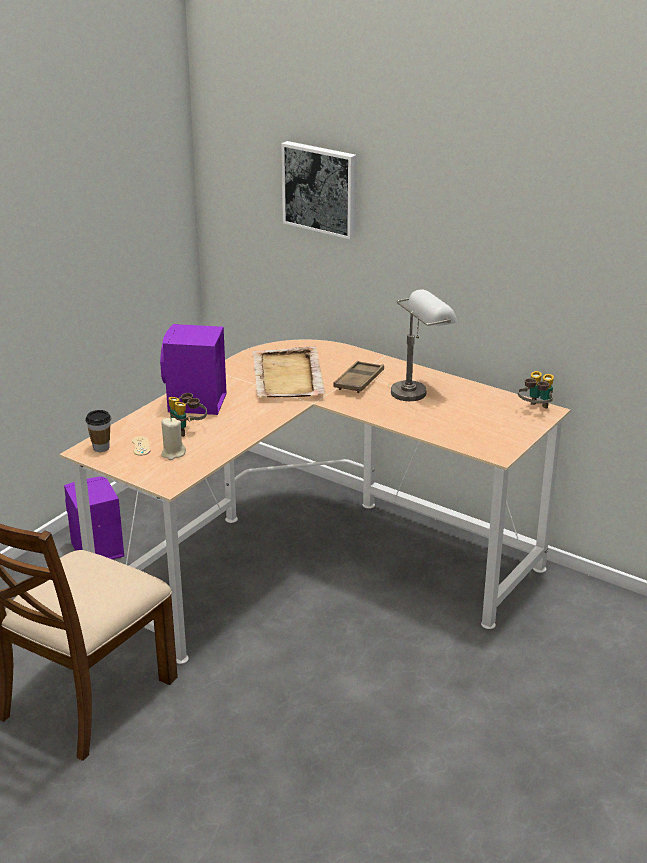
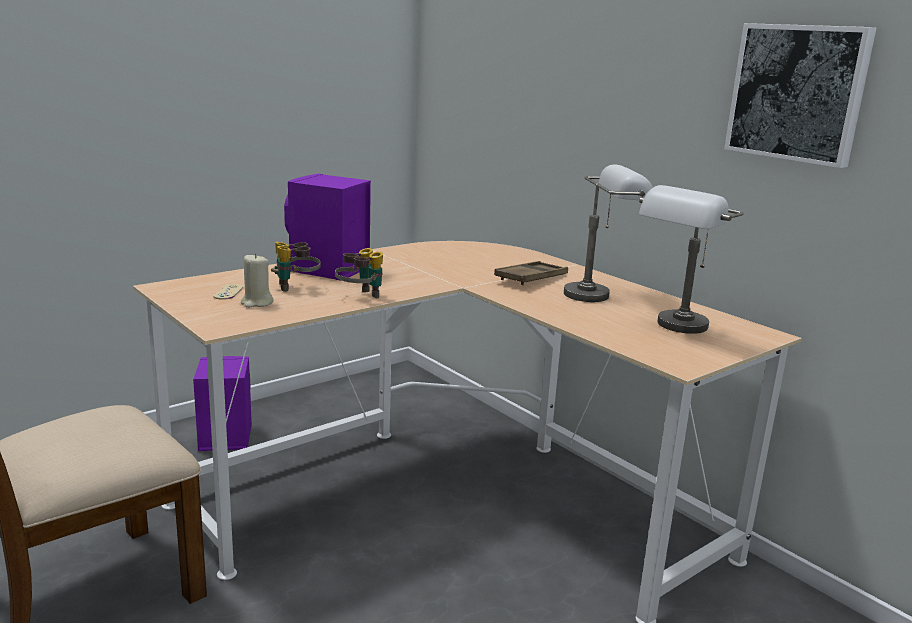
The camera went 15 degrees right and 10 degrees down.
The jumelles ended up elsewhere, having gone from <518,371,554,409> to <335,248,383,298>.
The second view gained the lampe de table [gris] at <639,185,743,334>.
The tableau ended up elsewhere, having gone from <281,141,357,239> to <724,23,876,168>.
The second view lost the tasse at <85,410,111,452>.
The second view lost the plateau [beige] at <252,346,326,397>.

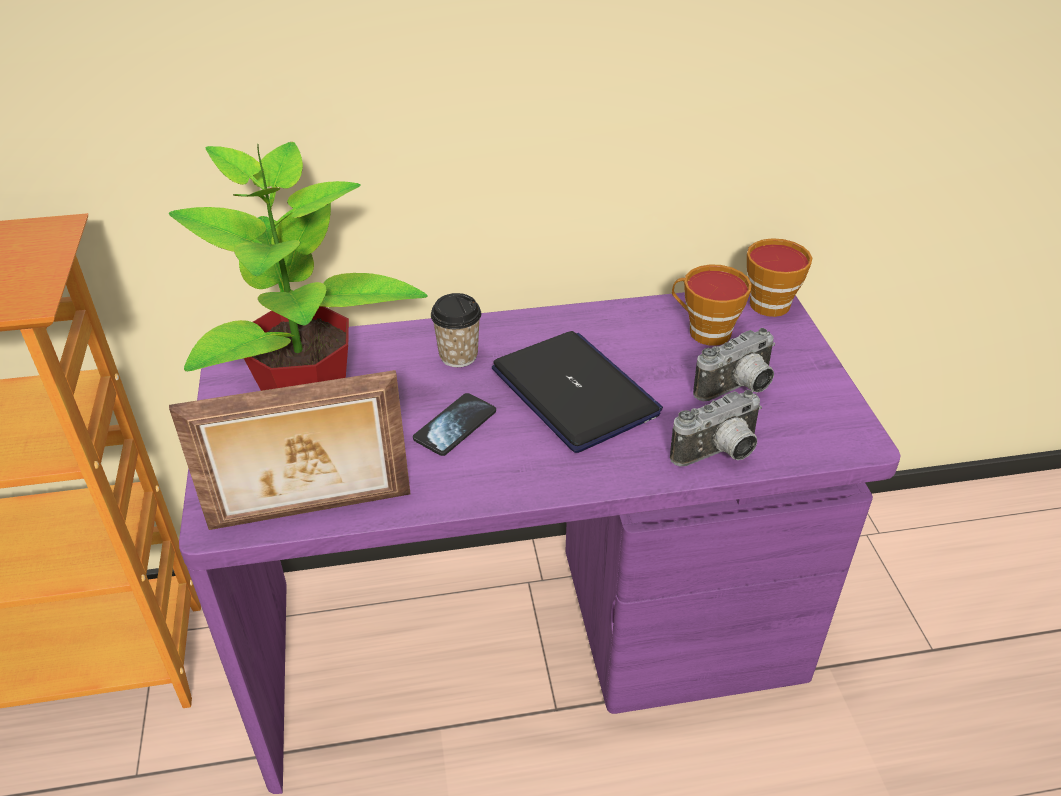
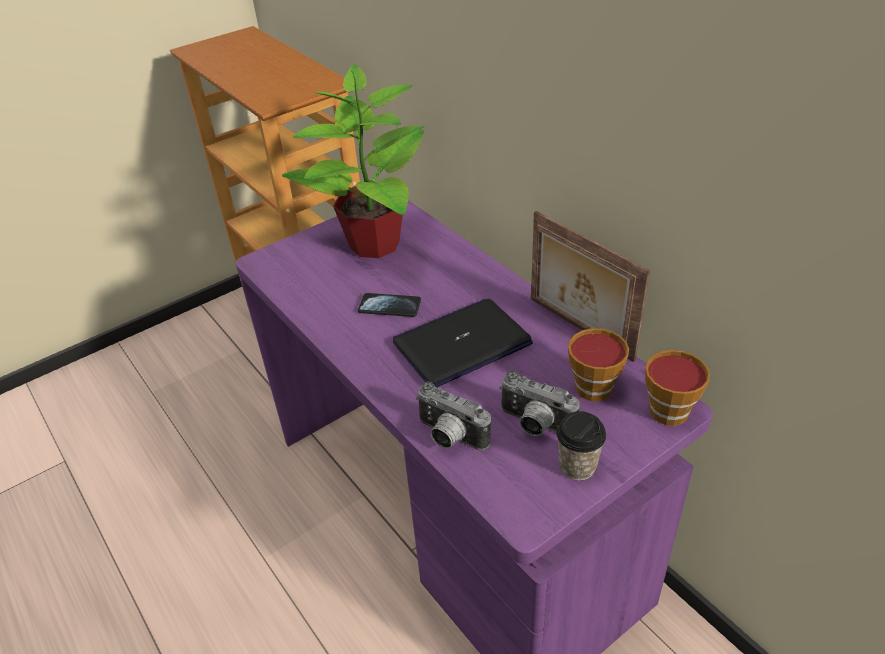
The camera went 65 degrees right and 0 degrees up.
The ordinateur portable at <492,331,663,453> ended up facing another way, 150 degrees counterclockwise from before.
The cadre photo ended up elsewhere, having gone from <169,370,410,530> to <531,211,650,362>.
The tasse ended up elsewhere, having gone from <431,293,481,367> to <556,411,606,481>.

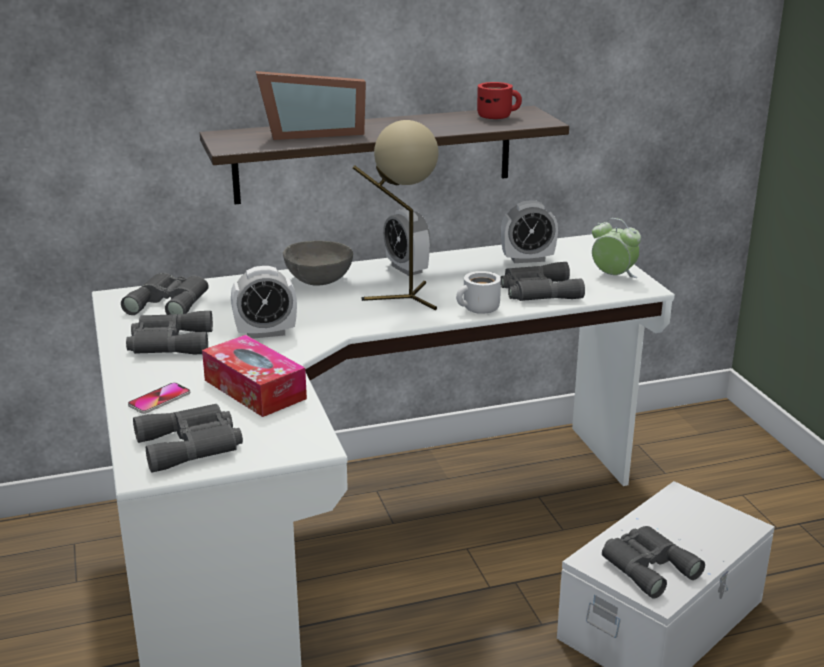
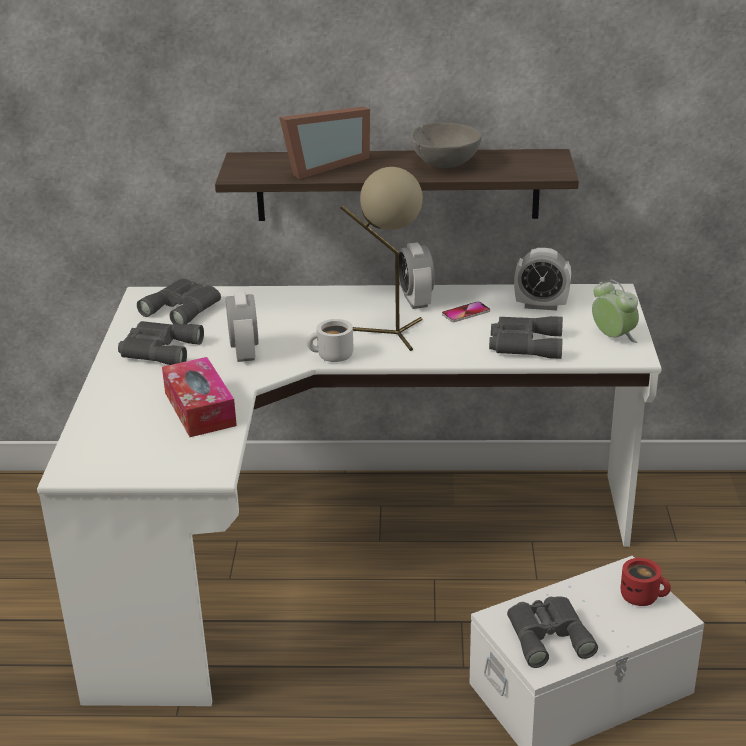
The camera went 20 degrees right and 5 degrees up.
The réveil at <231,266,297,339> ended up facing another way, 105 degrees counterclockwise from before.
The cadre photo at <256,71,366,140> ended up facing another way, 45 degrees counterclockwise from before.
The mug [blanc] ended up elsewhere, having gone from <456,271,501,314> to <307,319,353,362>.
The bol [gris] ended up elsewhere, having gone from <283,241,353,286> to <411,123,482,168>.
The téléphone ended up elsewhere, having gone from <128,382,190,414> to <442,301,490,322>.
The mug [rouge] ended up elsewhere, having gone from <477,82,522,119> to <621,558,671,606>.
The second view lost the jumelles [gris] at <133,404,243,473>.

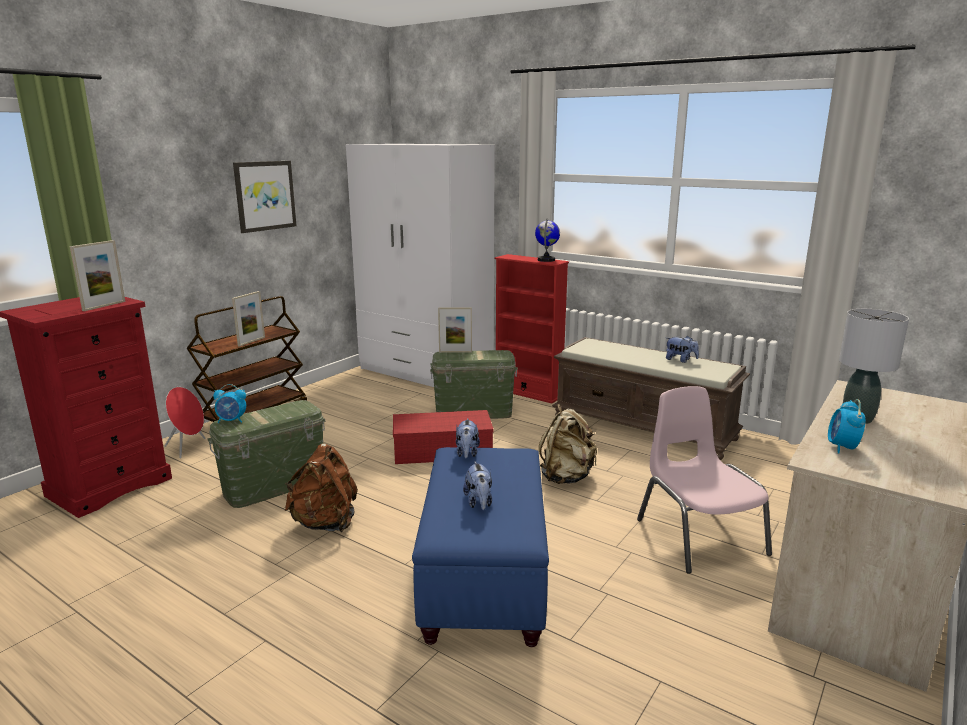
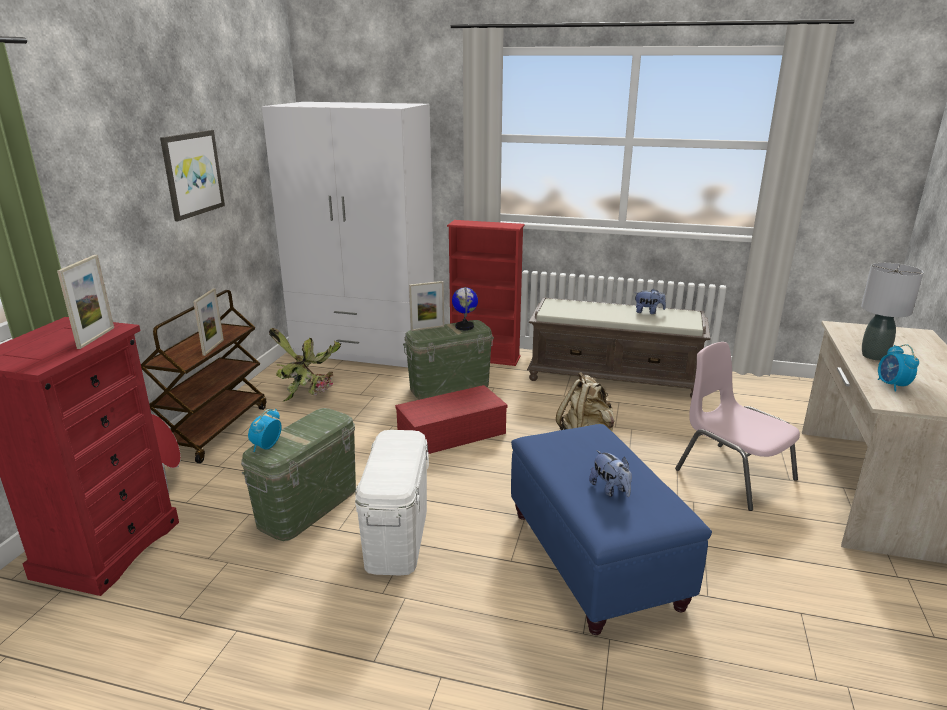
The camera went 20 degrees left and 5 degrees up.
The réveil at <213,384,246,423> ended up facing another way, 135 degrees clockwise from before.
The second view gained the plante en pot at <269,328,341,402>.
Where the sac à dos [marron] stood at <285,444,358,532>, the boîte de rangement [blanc] came to stand at <355,430,429,575>.
The globe ended up elsewhere, having gone from <535,218,560,262> to <452,287,478,330>.
The second view lost the peluche at <456,419,480,458>.

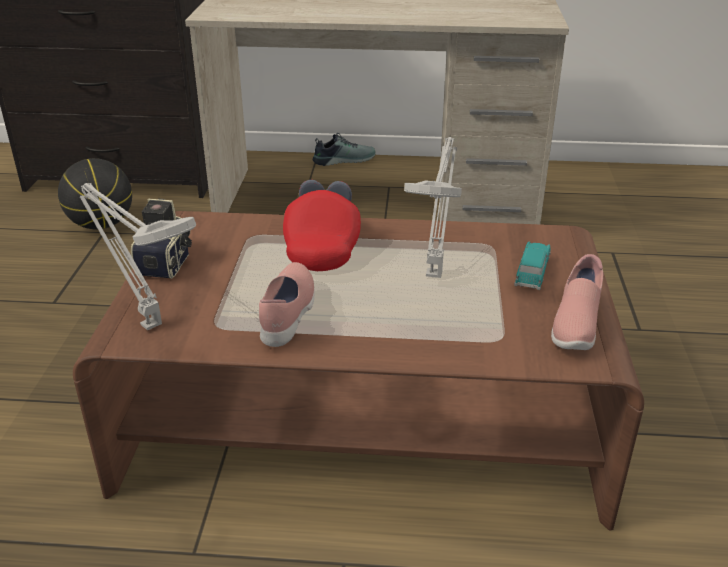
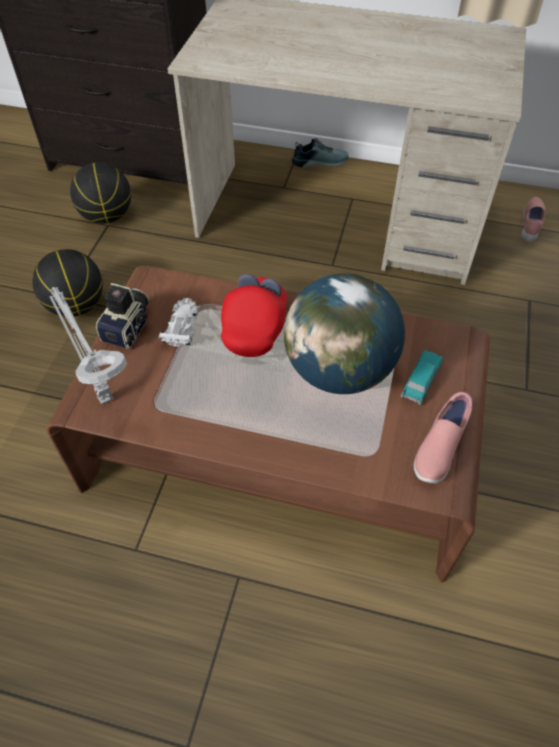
The camera went 10 degrees right and 20 degrees up.
The second view gained the ballon de basket at <32,249,103,317>.
The second view gained the petite voiture [blanc] at <158,298,200,347>.
Where the lampe de table [gris] stood at <404,137,462,278>, the globe came to stand at <284,273,405,394>.
The chaussure [rose] ended up elsewhere, having gone from <259,262,315,347> to <521,197,546,242>.

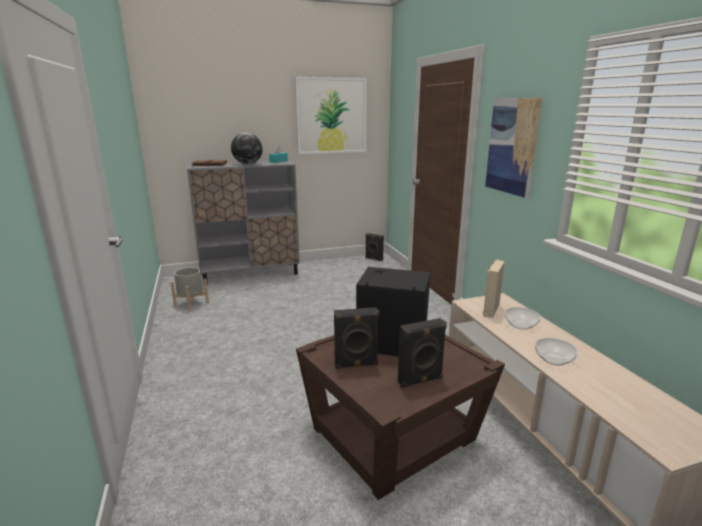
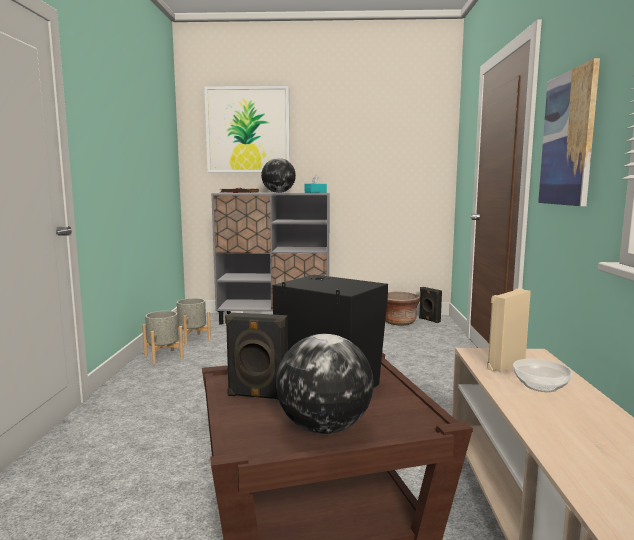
The camera went 20 degrees right and 10 degrees down.
The second view gained the cache-pot [gris] at <142,311,184,364>.
The tableau ended up elsewhere, having gone from <295,77,367,154> to <204,86,290,173>.
Where the enceinte [noir] stood at <398,318,447,388>, the globe came to stand at <276,334,374,434>.
The second view gained the cache-pot [marron] at <385,292,420,325>.
The second view lost the bol at <535,338,578,365>.

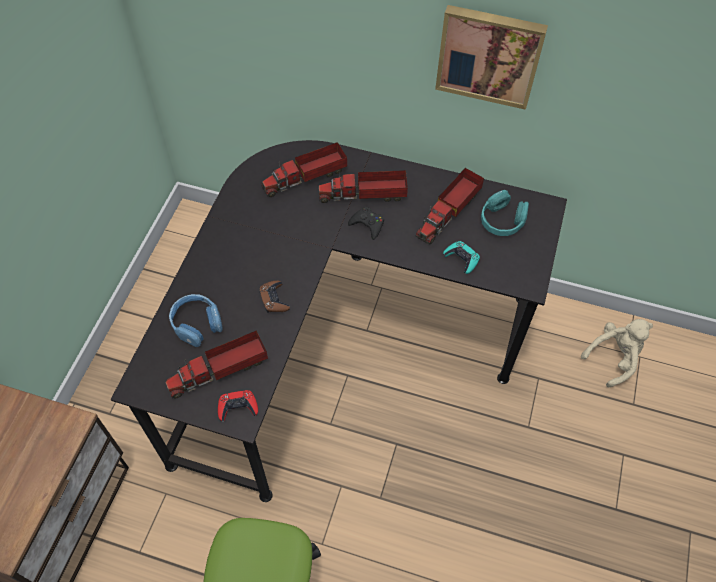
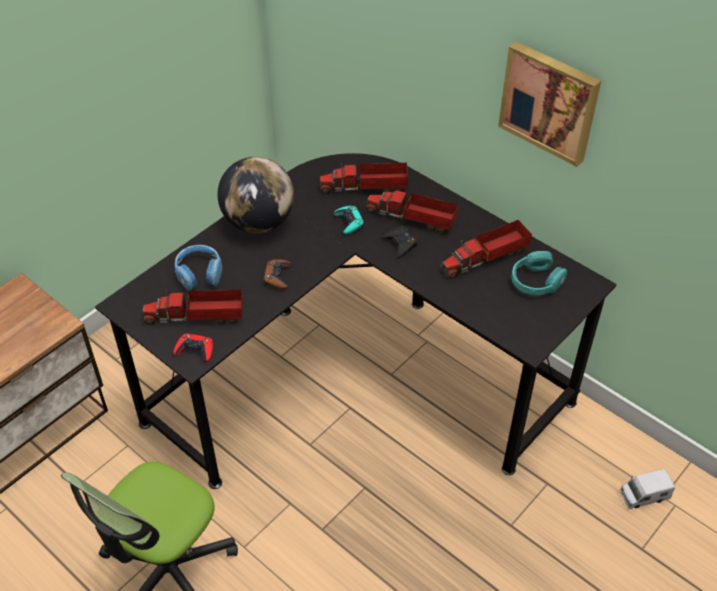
The camera went 25 degrees right and 10 degrees down.
The second view gained the globe at <218,157,294,233>.
The manette [turquoise] ended up elsewhere, having gone from <443,241,480,274> to <334,205,364,235>.
Where the peluche [beige] stood at <581,319,653,387>, the camion jouet came to stand at <620,469,675,509>.

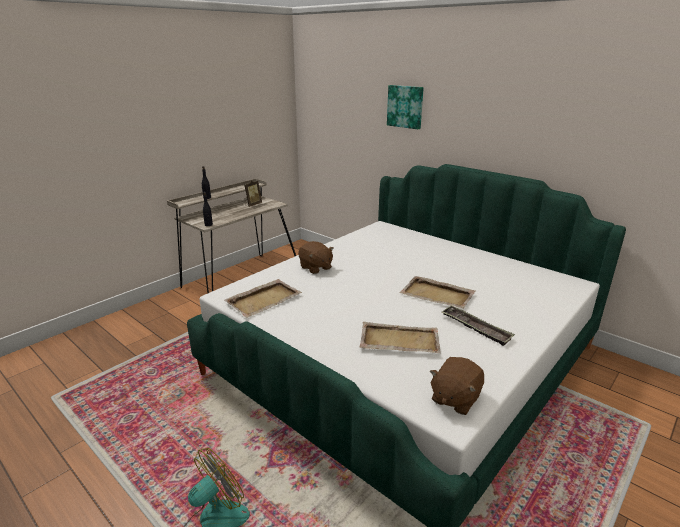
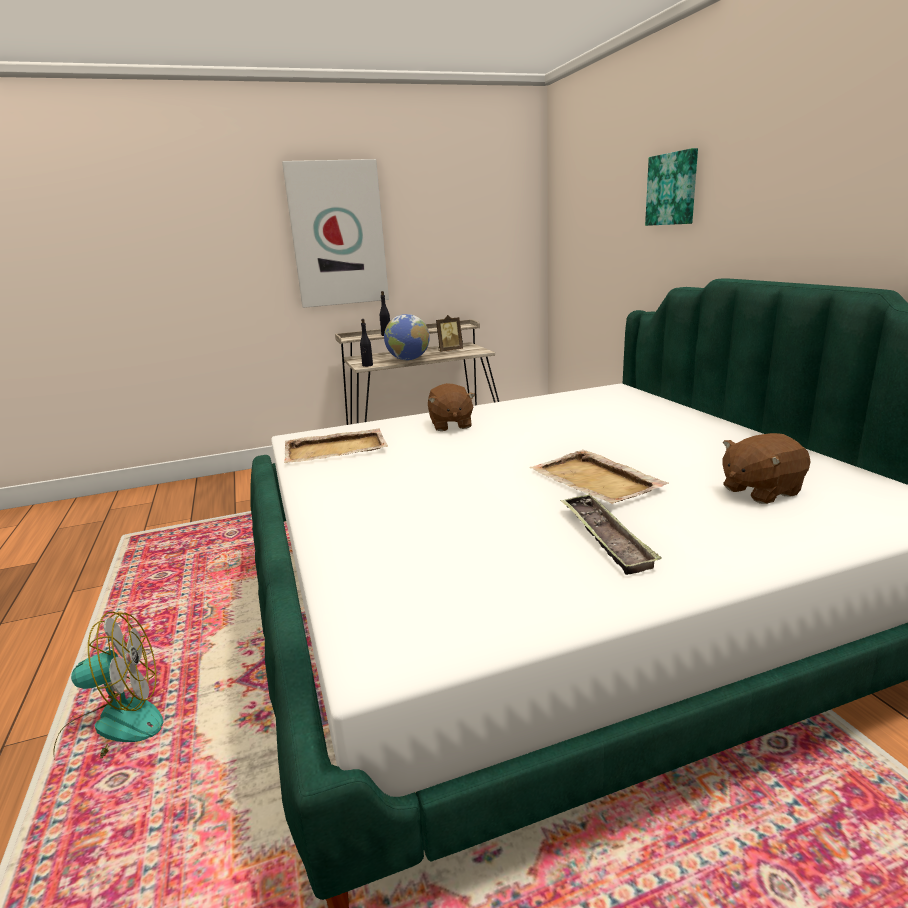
The camera went 30 degrees right and 5 degrees down.
The second view gained the tableau at <282,159,389,308>.
The second view gained the globe at <384,314,430,361>.
The peluche [marron] ended up elsewhere, having gone from <430,357,484,415> to <723,433,810,504>.
The second view lost the plateau [beige] at <360,322,441,353>.

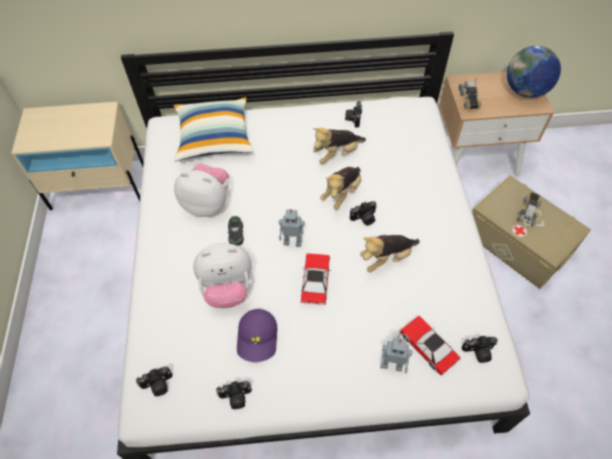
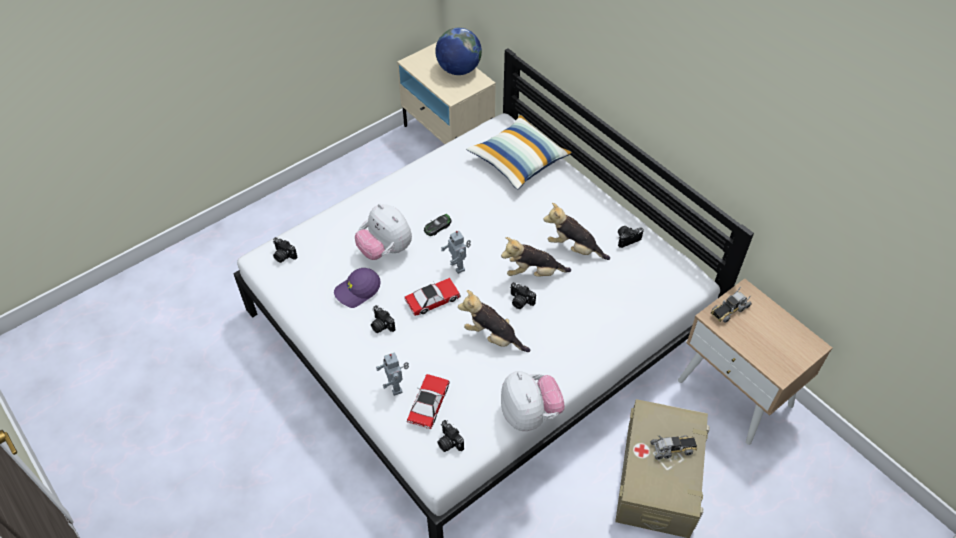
The camera went 55 degrees right and 5 degrees down.
The appareil photo ended up elsewhere, having gone from <216,381,252,409> to <371,305,395,333>.
The globe ended up elsewhere, having gone from <507,46,561,98> to <435,28,482,75>.
The peluche ended up elsewhere, having gone from <174,164,229,217> to <501,371,565,431>.

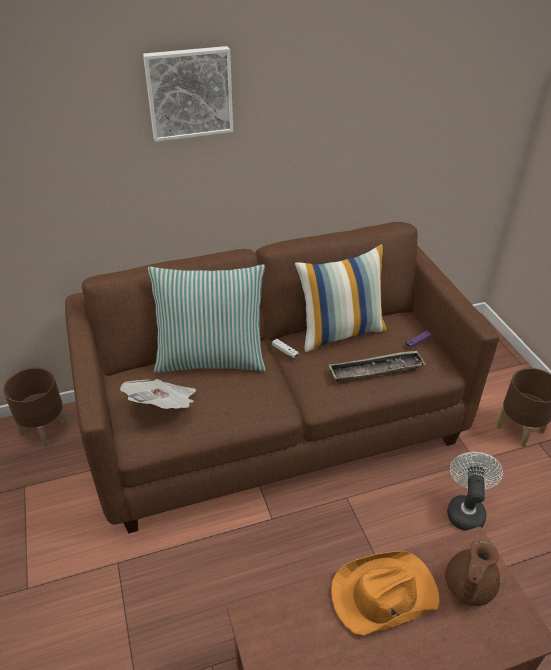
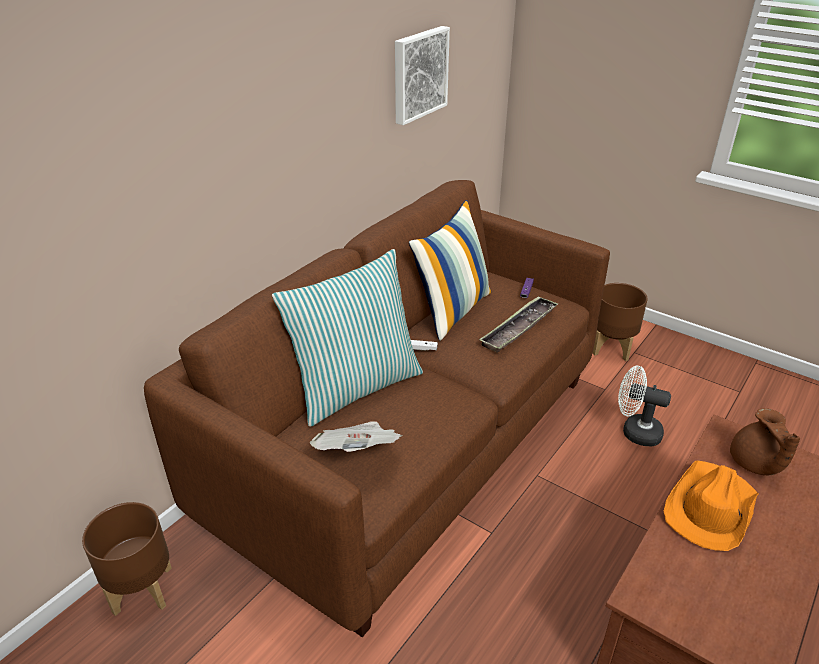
The camera went 35 degrees left and 5 degrees down.
The tableau ended up elsewhere, having gone from <143,46,233,142> to <395,26,450,125>.
The ventilateur [blanc] at <447,452,503,531> ended up facing another way, 45 degrees counterclockwise from before.

